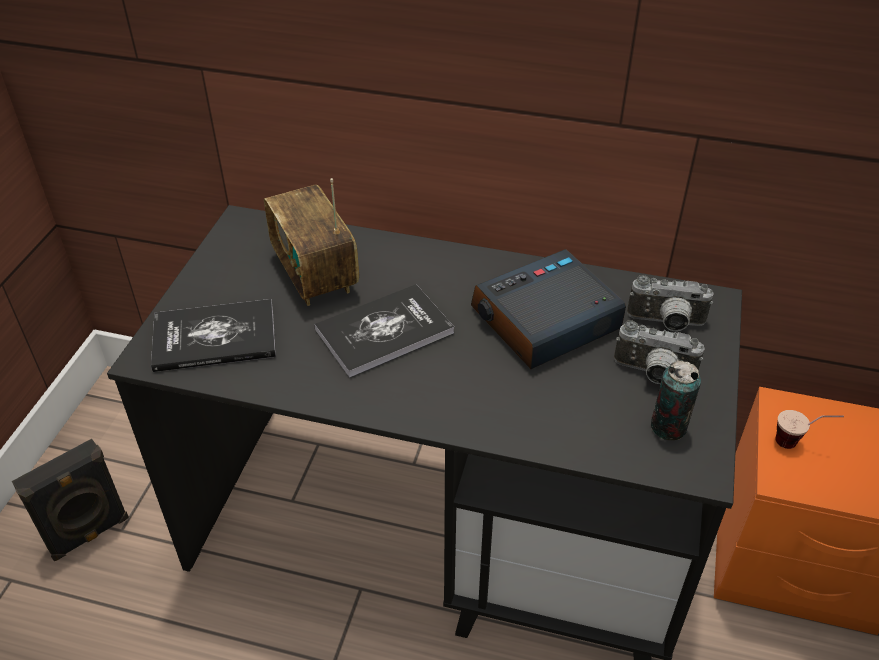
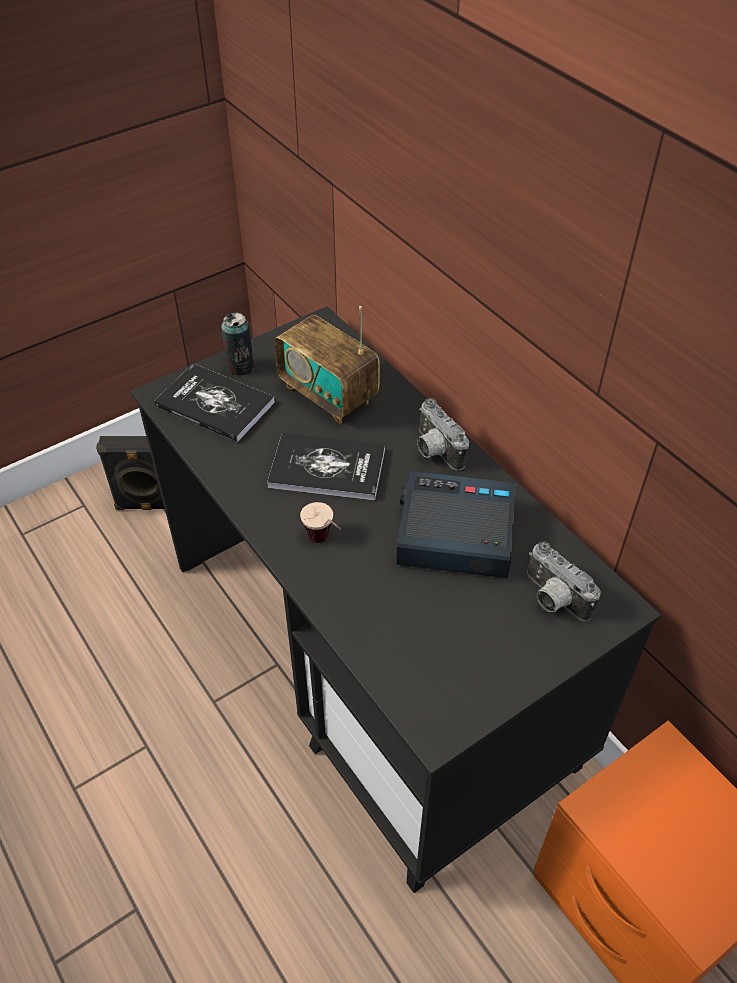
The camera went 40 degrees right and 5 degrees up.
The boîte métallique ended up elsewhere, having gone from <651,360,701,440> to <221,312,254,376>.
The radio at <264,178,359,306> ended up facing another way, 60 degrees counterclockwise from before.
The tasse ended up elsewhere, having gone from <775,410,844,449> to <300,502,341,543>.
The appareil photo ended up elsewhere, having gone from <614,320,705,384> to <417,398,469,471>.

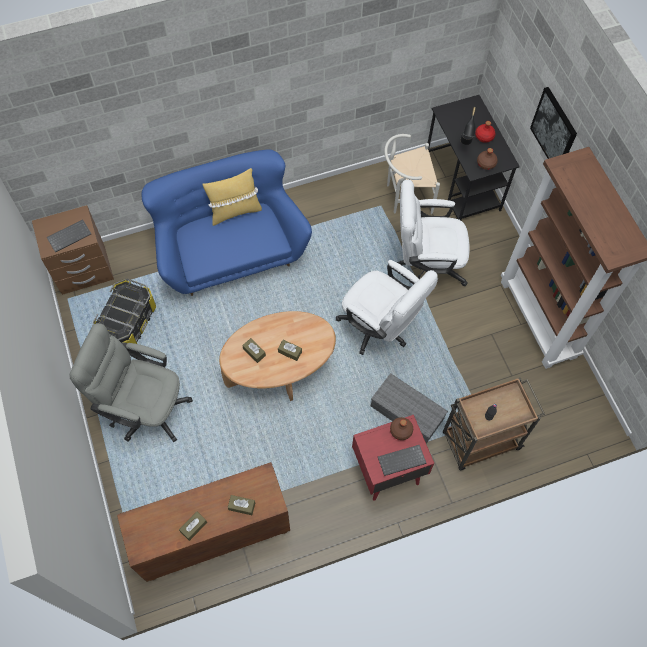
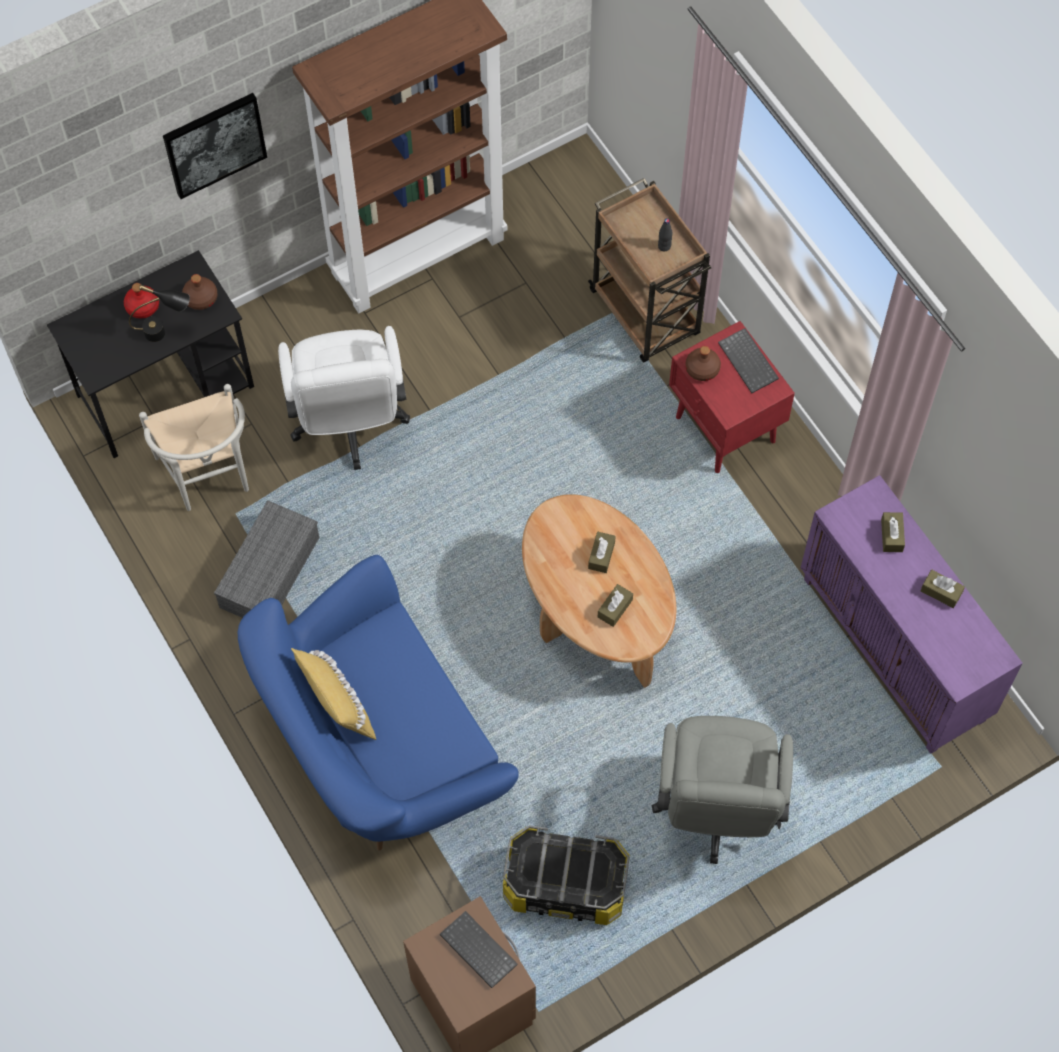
The camera went 100 degrees left and 0 degrees up.
The boîte de rangement [gris] ended up elsewhere, having gone from <371,373,448,444> to <214,500,320,618>.
What was the meuble de rangement [marron] at <117,462,290,582> turned into the meuble de rangement [violet] at <801,475,1023,754>.
The second view lost the chaise de bureau [blanc] at <336,260,438,355>.

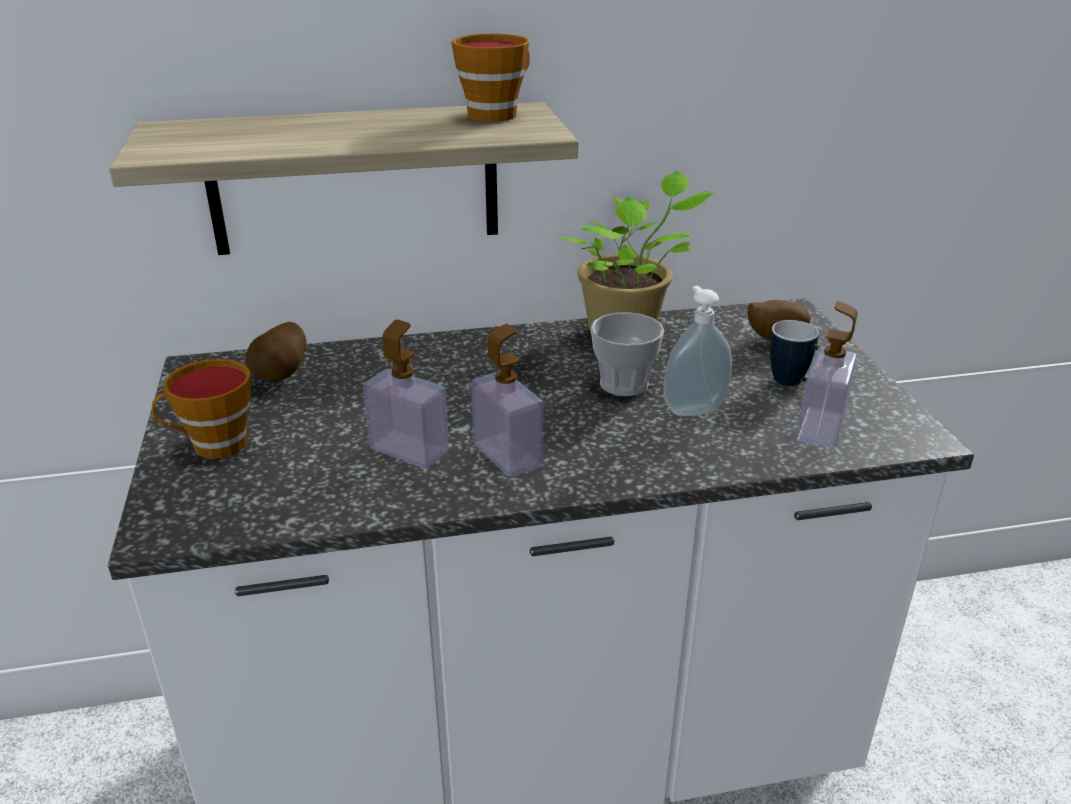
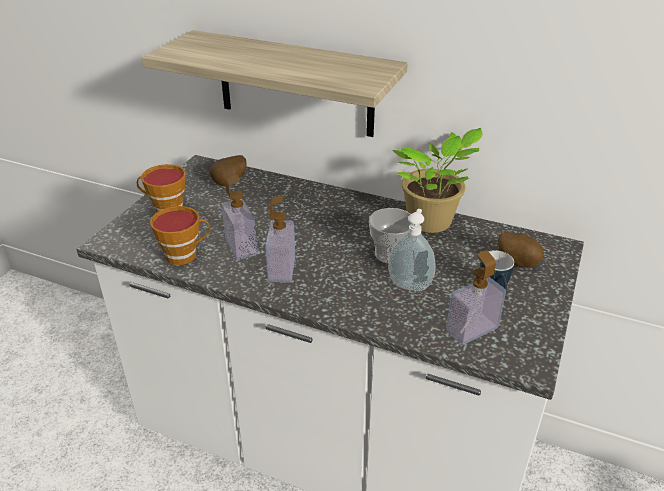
The camera went 35 degrees right and 5 degrees up.
The tasse ended up elsewhere, having gone from <451,34,530,122> to <150,206,210,265>.

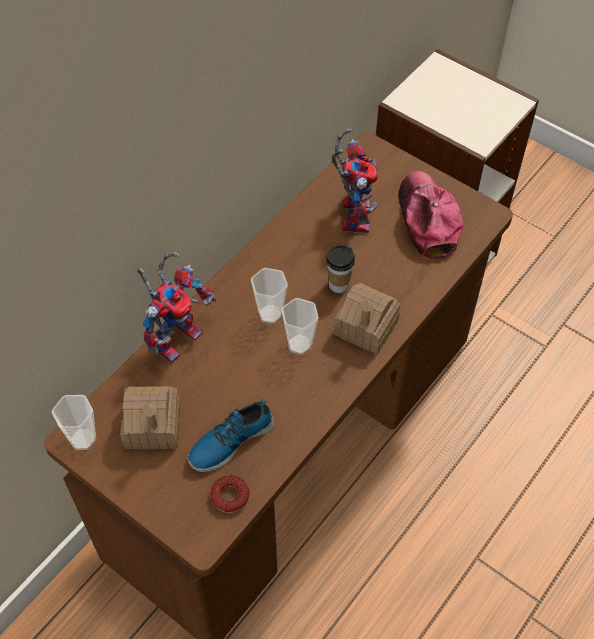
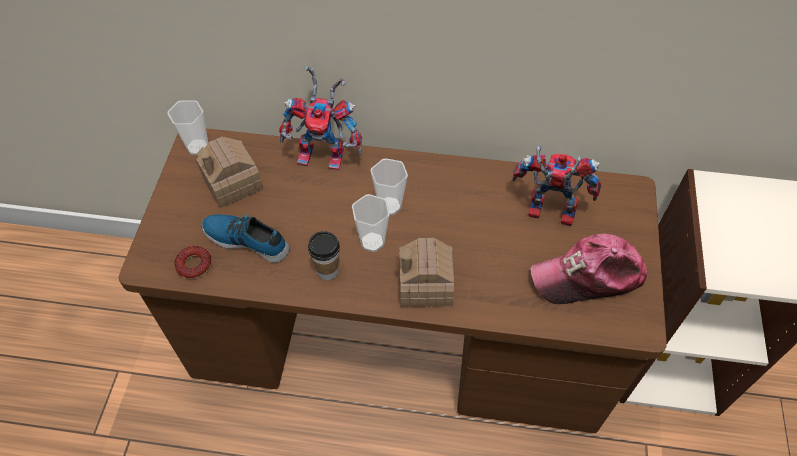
The camera went 60 degrees right and 0 degrees up.
The tasse ended up elsewhere, having gone from <326,245,355,293> to <308,231,340,280>.
The robot jouet at <332,129,378,233> ended up facing another way, 135 degrees counterclockwise from before.
The casquette at <398,171,463,260> ended up facing another way, 150 degrees counterclockwise from before.

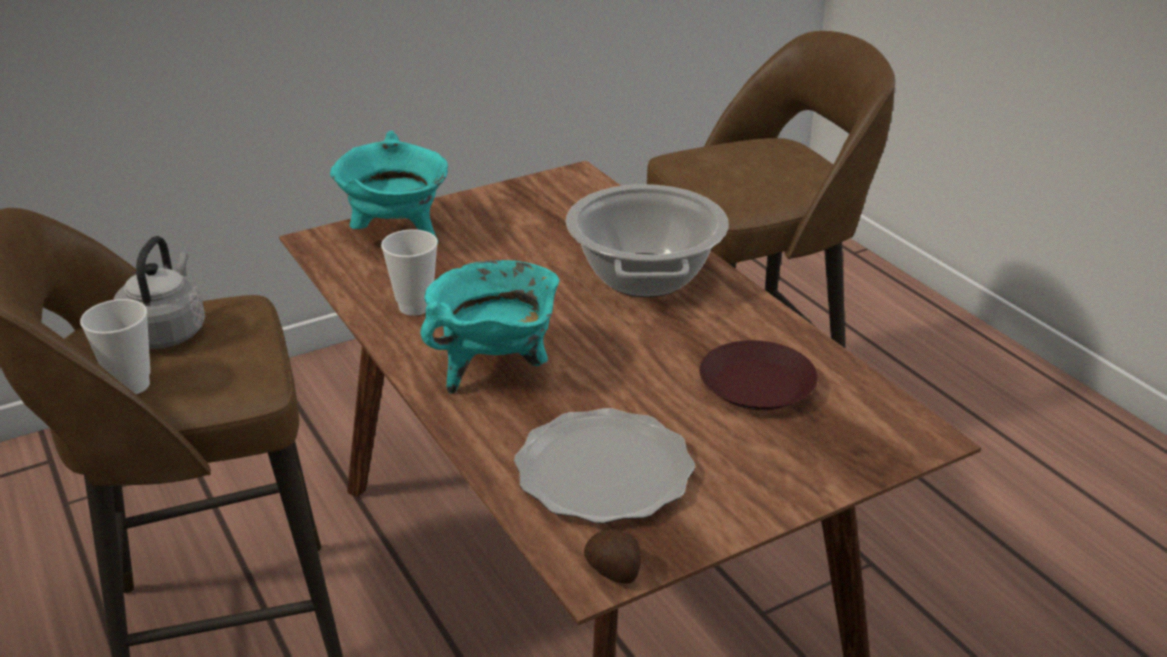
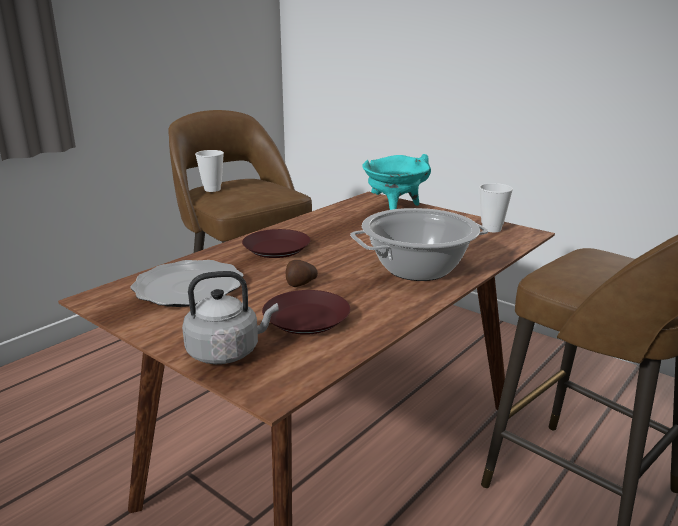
The camera went 70 degrees right and 10 degrees down.
The bouilloire [gris] ended up elsewhere, having gone from <113,236,205,349> to <182,271,279,364>.
Where the marmite [turquoise] stood at <421,260,559,393>, the assiette [marron] came to stand at <242,229,310,258>.
The pomme de terre ended up elsewhere, having gone from <584,529,641,584> to <286,260,318,287>.
The tasse ended up elsewhere, having gone from <381,229,438,316> to <479,183,513,232>.

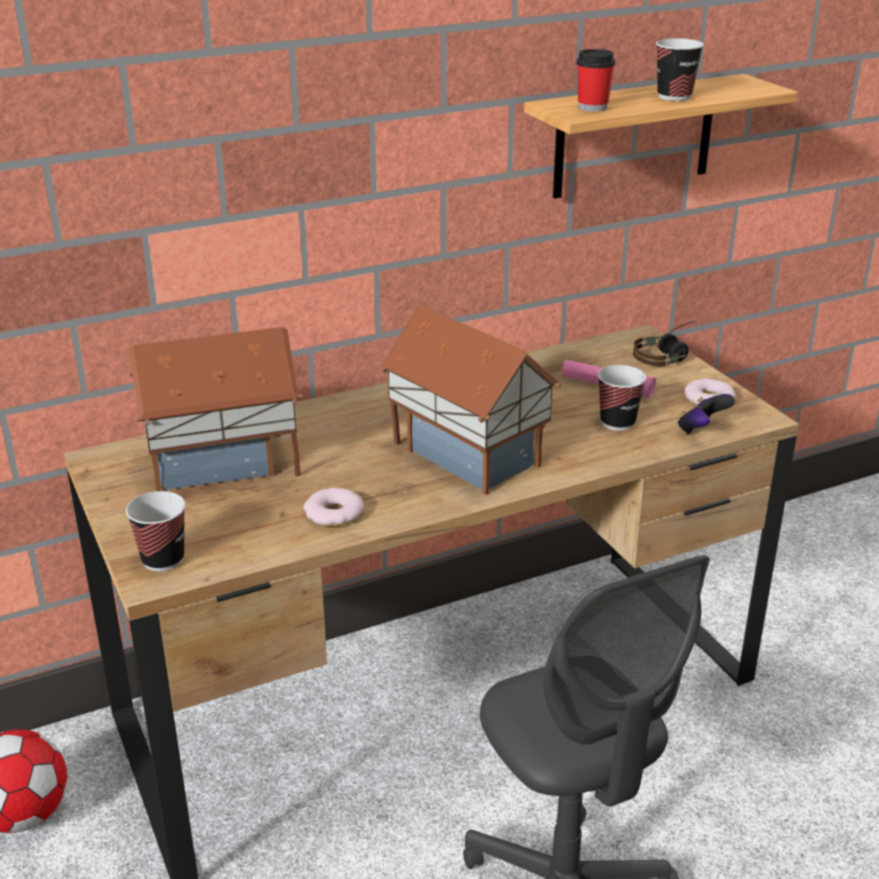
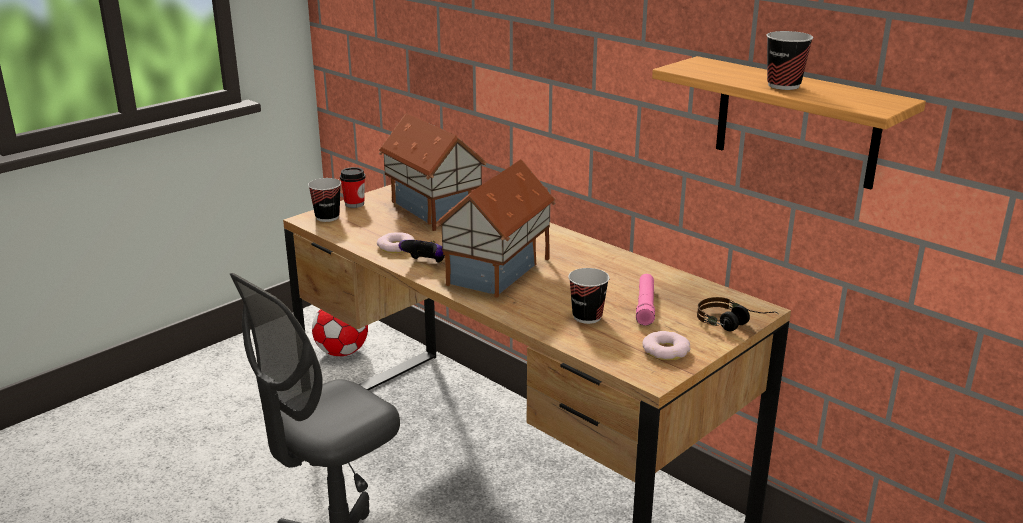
The camera went 70 degrees right and 5 degrees down.
The tasse ended up elsewhere, having gone from <576,49,615,112> to <340,167,365,208>.
The manette ended up elsewhere, having gone from <677,394,735,434> to <398,240,445,263>.

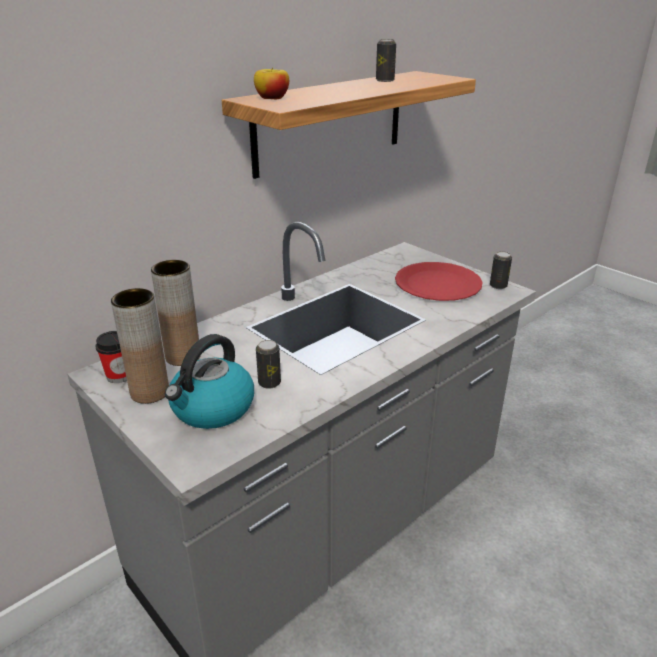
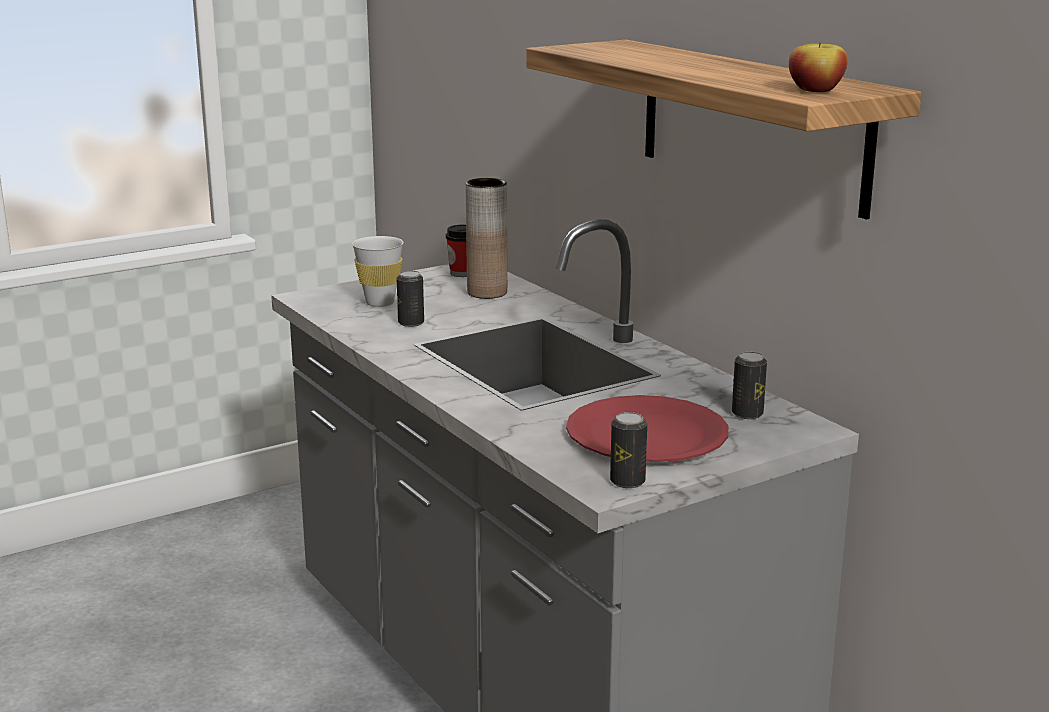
The camera went 100 degrees right and 10 degrees down.
Where the bouilloire stood at <165,334,254,429>, the tasse [blanc] came to stand at <352,236,404,307>.
The boîte métallique ended up elsewhere, having gone from <376,39,396,82> to <732,352,767,419>.
The pomme ended up elsewhere, having gone from <254,68,289,99> to <789,42,848,92>.
The second view lost the vase [marron] at <111,288,169,404>.

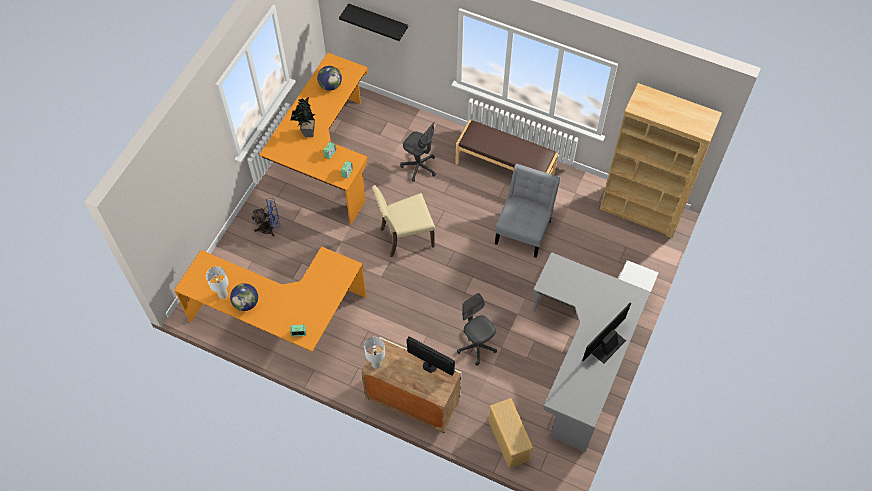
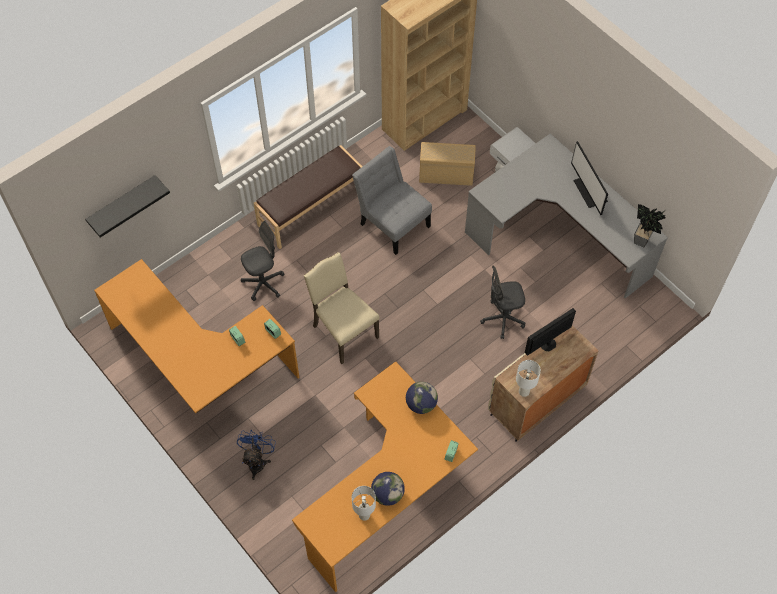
The camera went 65 degrees left and 0 degrees up.
The chaise [beige] at <372,185,435,257> ended up facing another way, 135 degrees clockwise from before.
The globe ended up elsewhere, having gone from <317,66,342,91> to <406,382,438,414>.
The boîte de rangement [beige] ended up elsewhere, having gone from <488,398,533,468> to <419,142,476,186>.
The plante en pot ended up elsewhere, having gone from <290,98,315,137> to <634,204,665,247>.

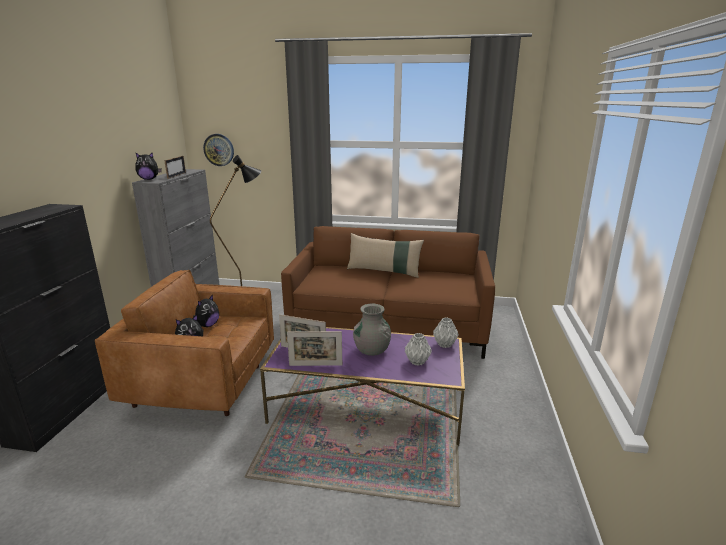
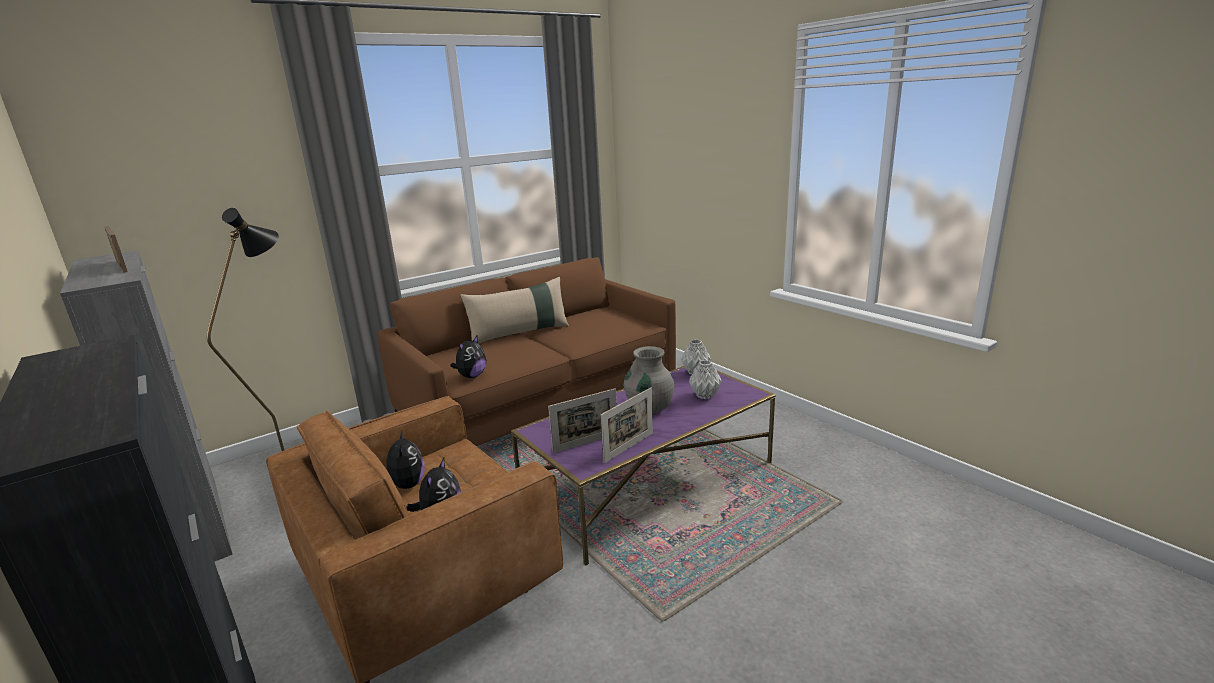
The camera went 45 degrees left and 0 degrees up.
The peluche ended up elsewhere, having gone from <135,152,162,180> to <451,336,486,378>.
The second view lost the horloge murale at <203,134,234,166>.

